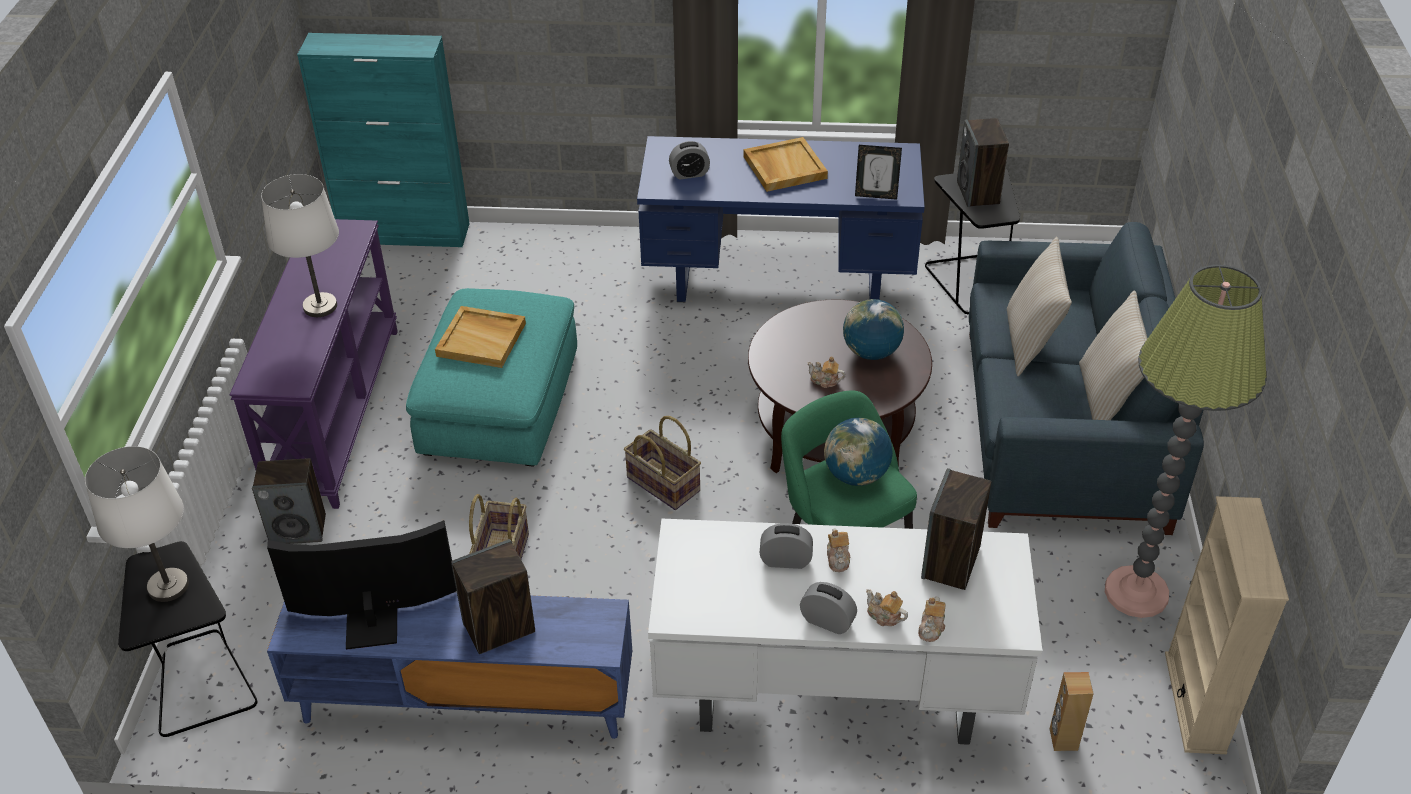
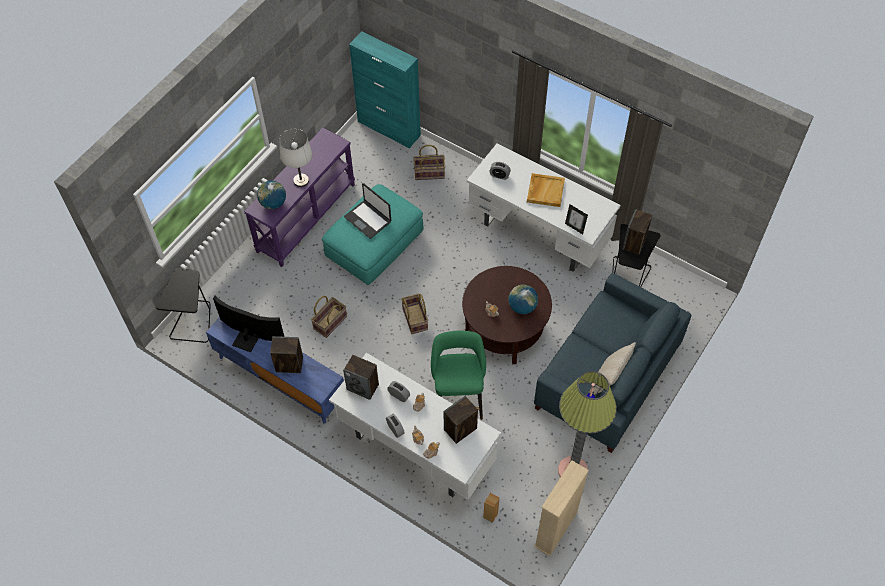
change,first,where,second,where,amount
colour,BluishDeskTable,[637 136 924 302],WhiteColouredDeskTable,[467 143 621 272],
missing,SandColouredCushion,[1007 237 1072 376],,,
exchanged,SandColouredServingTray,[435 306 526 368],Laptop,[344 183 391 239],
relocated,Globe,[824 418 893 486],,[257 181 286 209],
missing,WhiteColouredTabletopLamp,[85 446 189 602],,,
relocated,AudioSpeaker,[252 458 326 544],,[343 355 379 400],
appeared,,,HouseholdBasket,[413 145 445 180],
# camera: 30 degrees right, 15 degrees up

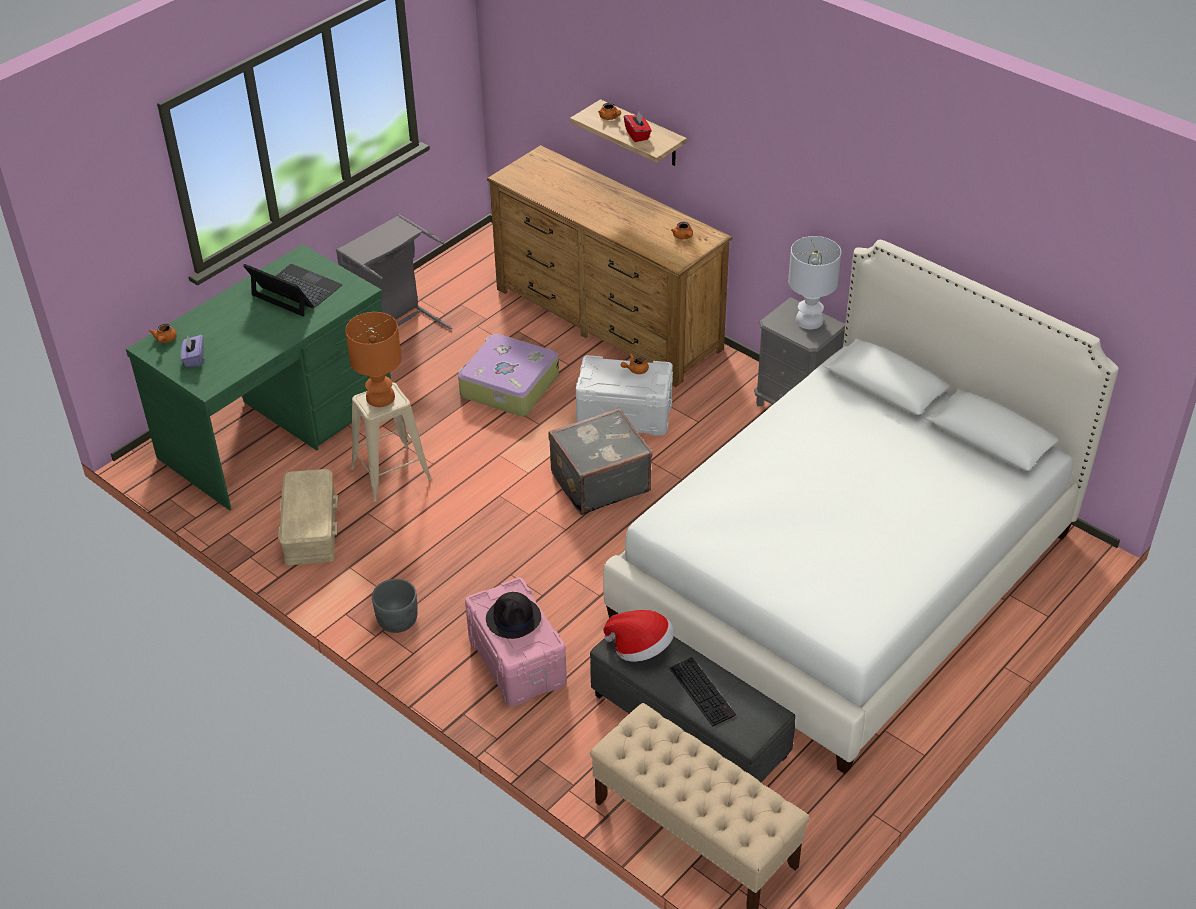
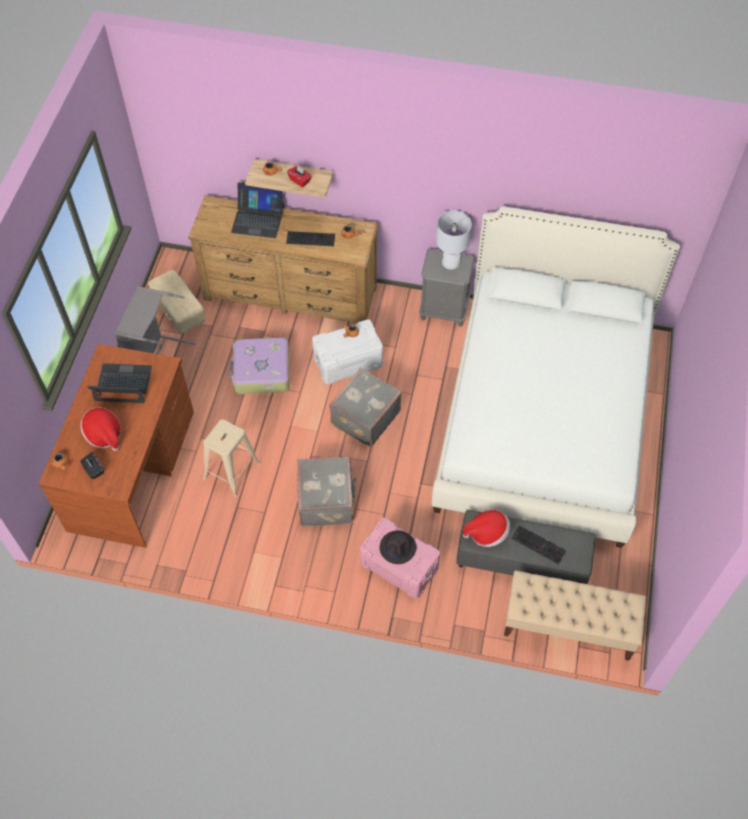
change,first,where,second,where,amount
colour,GreenDeskTable,[126 244 391 510],BrownColouredDeskTable,[39 344 194 548],
missing,OrangeColouredTabletopLamp,[345 312 402 407],,,
colour,PurplishBoxOfTissues,[181 335 204 367],BlackBoxOfTissues,[80 452 104 479],
relocated,SandColouredStorageBin,[278 469 338 565],,[148 270 206 334],
missing,GrayPlantPot,[372 579 418 633],,,
appeared,,,Laptop,[231 182 284 238],
appeared,,,Keyboard,[286 231 335 246],
appeared,,,Hat,[80 407 121 451],
appeared,,,GrayTravelCase,[297 457 356 527],
# camera: 30 degrees left, 15 degrees up

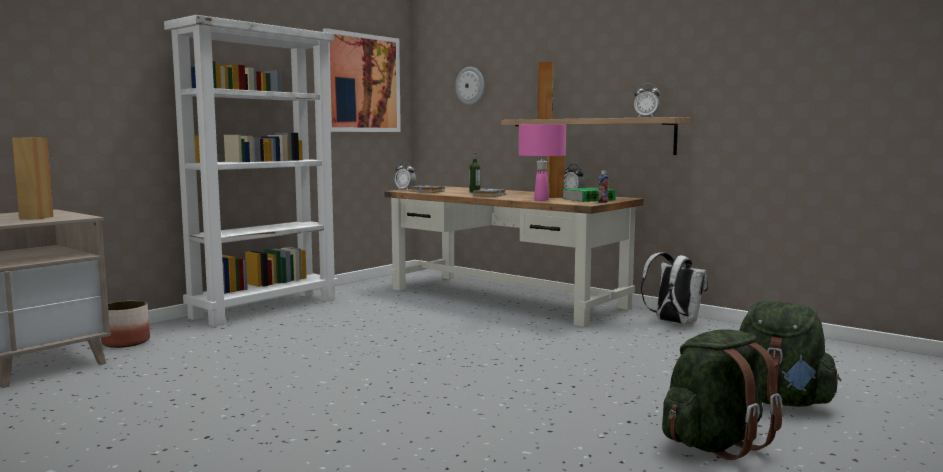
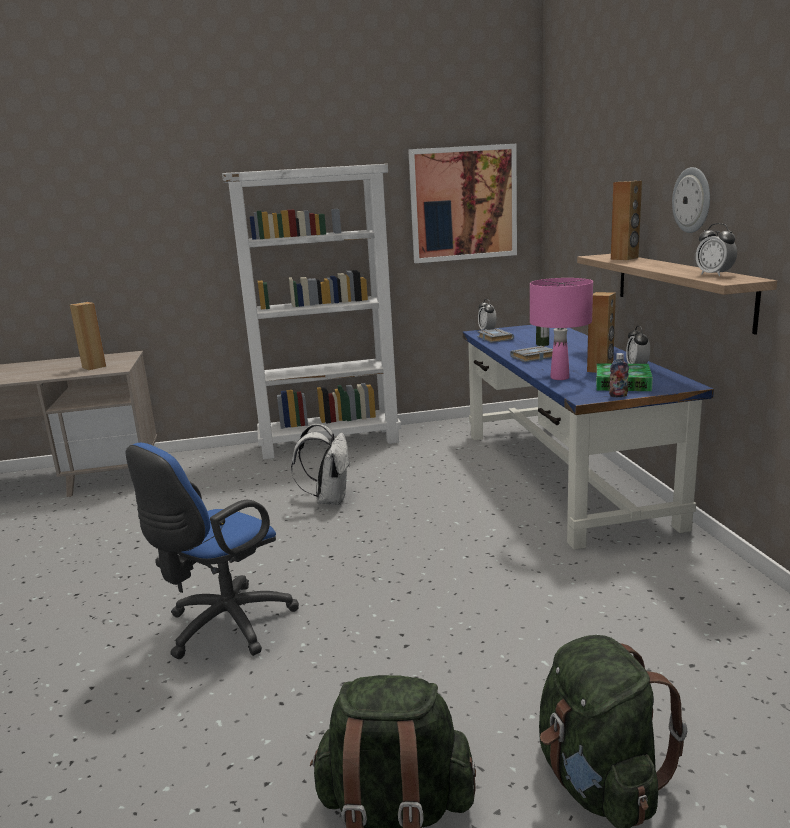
change,first,where,second,where,amount
relocated,HangingClock,[455 67 484 105],,[672 167 710 233],
colour,BrownColouredDeskTable,[384 186 644 327],BluishDeskTable,[462 325 714 550],
relocated,WhiteColouredRucksack,[641 252 708 324],,[291 424 350 505],
missing,PlantPot,[101 300 150 348],,,
appeared,,,BluishComputerChair,[126 443 299 659],
# camera: 40 degrees right, 10 degrees up

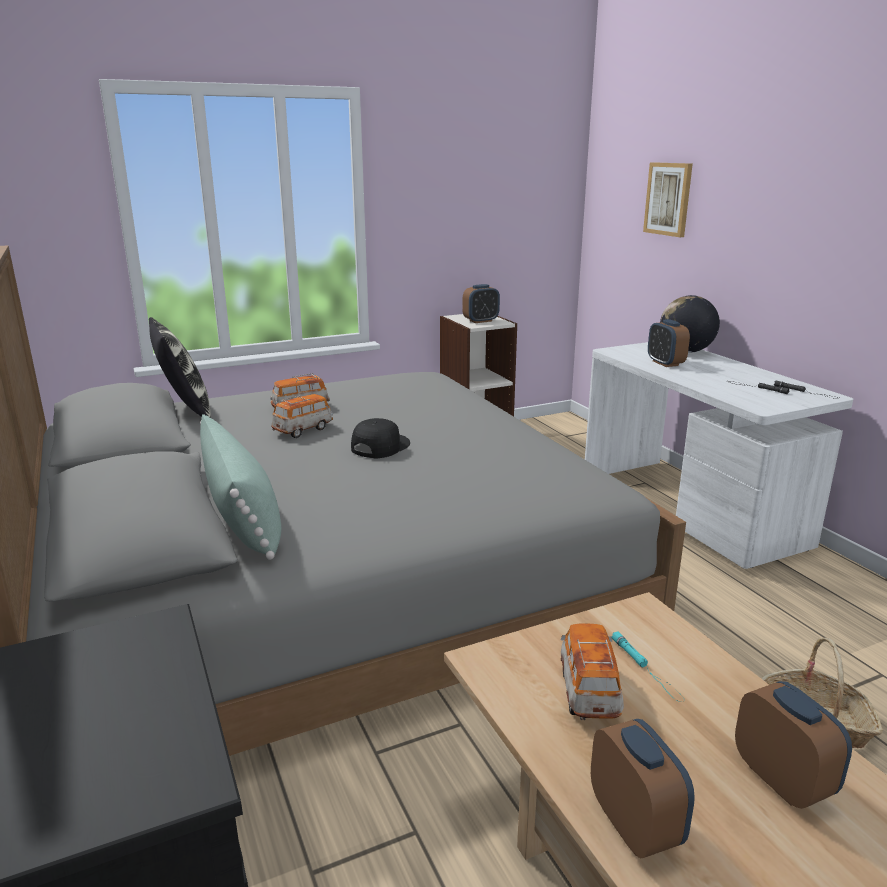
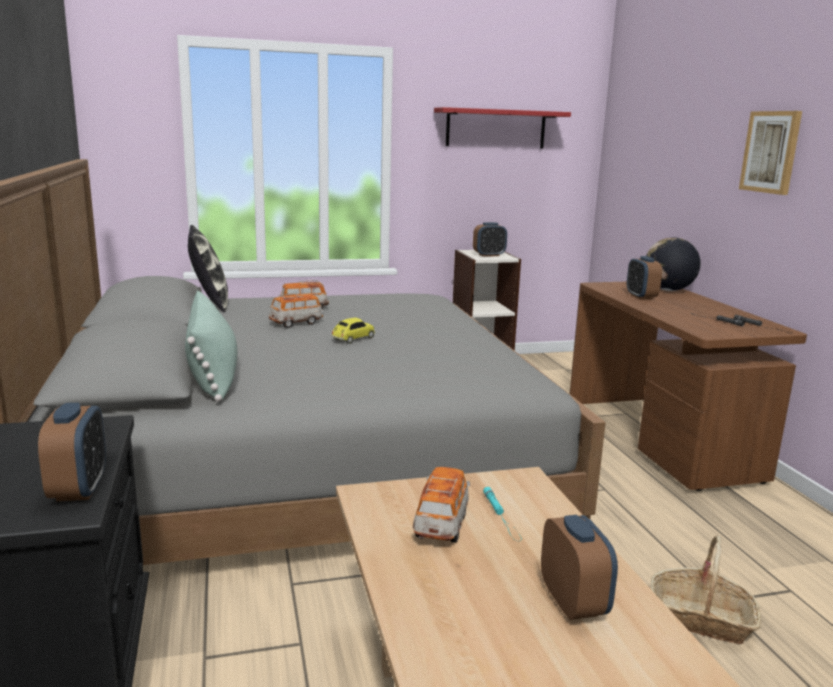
change,first,where,second,where,amount
relocated,WallArt,[643 162 693 237],,[739 111 802 195],
colour,WhiteColouredDeskTable,[585 342 853 569],BrownColouredDeskTable,[570 282 807 491],
exchanged,BlackPeakedCap,[351 418 410 458],ModelCar,[331 318 375 344],
relocated,TableClock,[591 719 695 858],,[38 403 106 501],
appeared,,,ReddishWallShelf,[434 107 571 148],
# camera: 10 degrees right, 5 degrees down

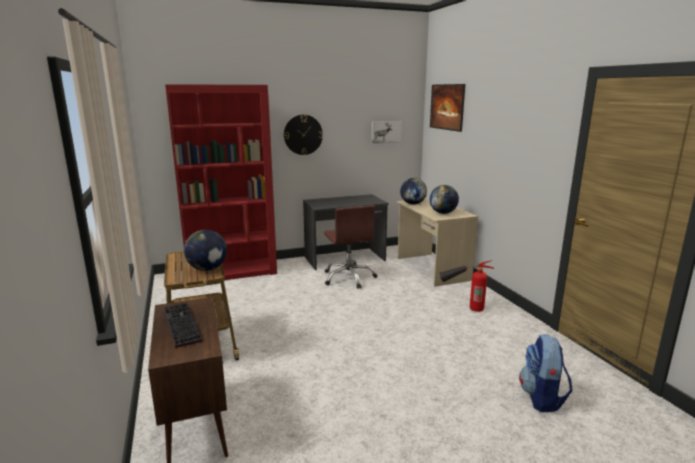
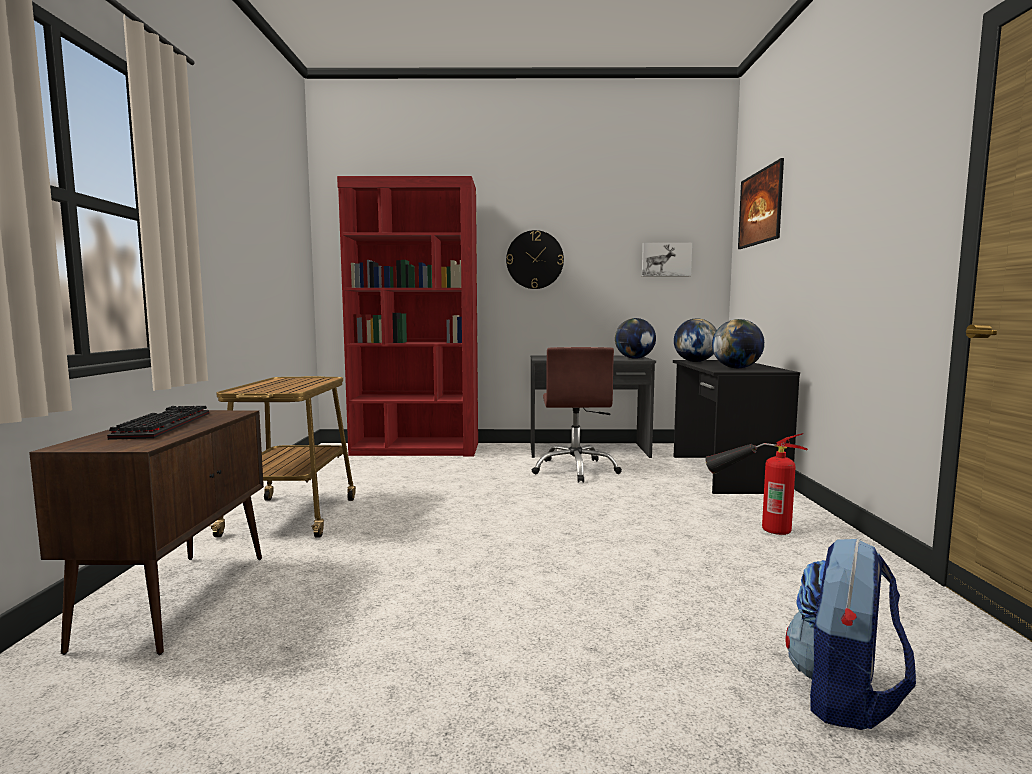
change,first,where,second,where,amount
colour,SandColouredDeskTable,[397 198 478 287],BlackDeskTable,[673 360 800 494],
relocated,Globe,[184 230 227 271],,[615 318 656 359],
# camera: 20 degrees right, 10 degrees down

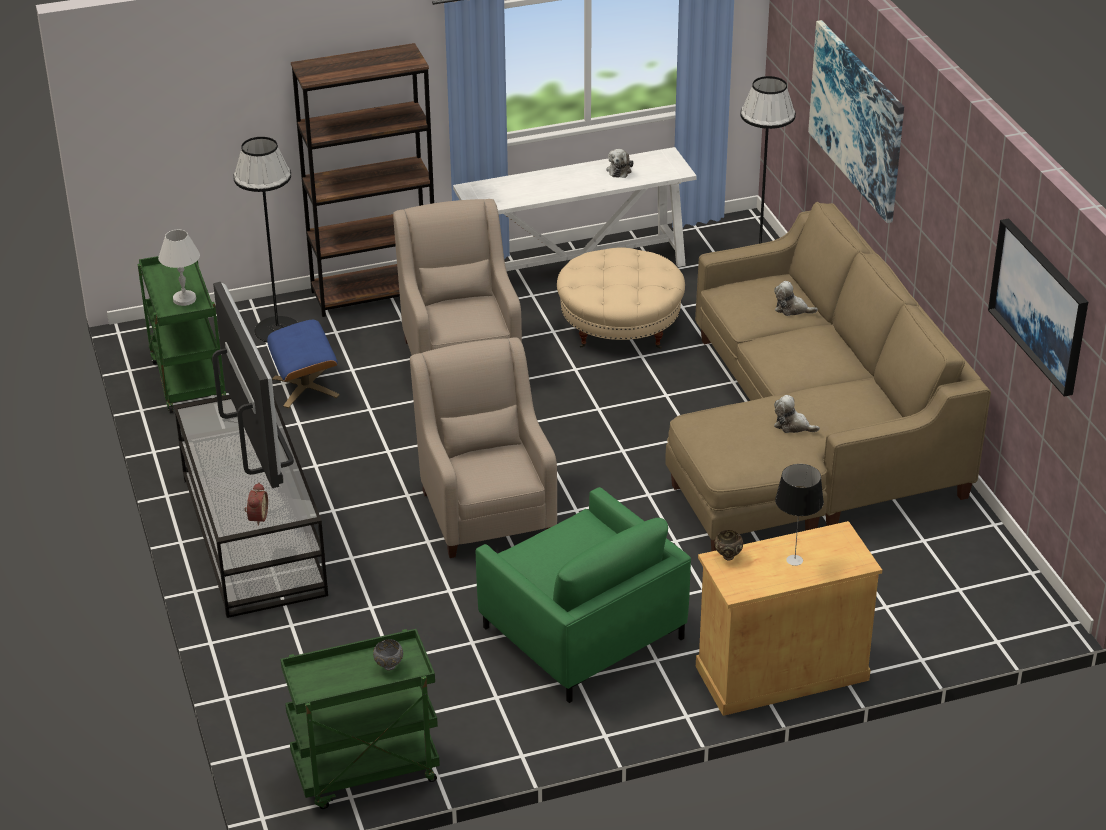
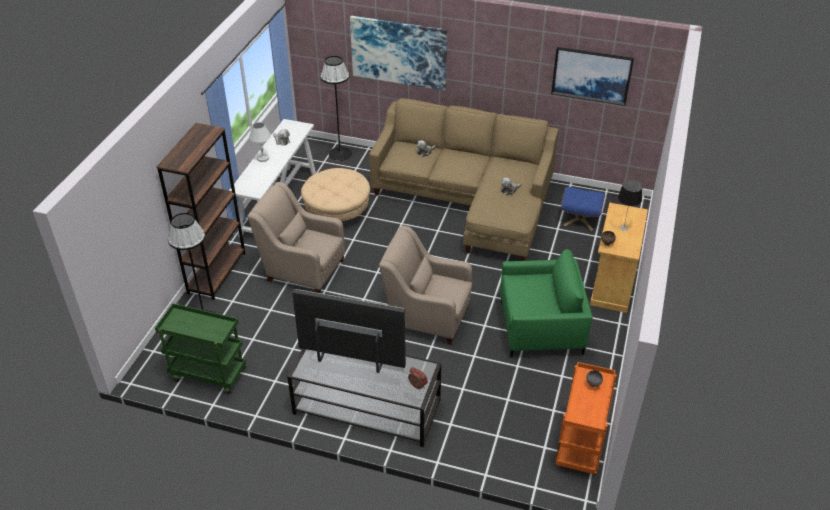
change,first,where,second,where,amount
relocated,WhiteColouredTabletopLamp,[158 230 200 306],,[249 122 271 162],
relocated,BluishFootrest,[267 320 340 408],,[561 187 606 231],
colour,GreenCart,[280 629 440 809],OrangeColouredCart,[556 362 617 474],
# camera: 55 degrees left, 5 degrees up

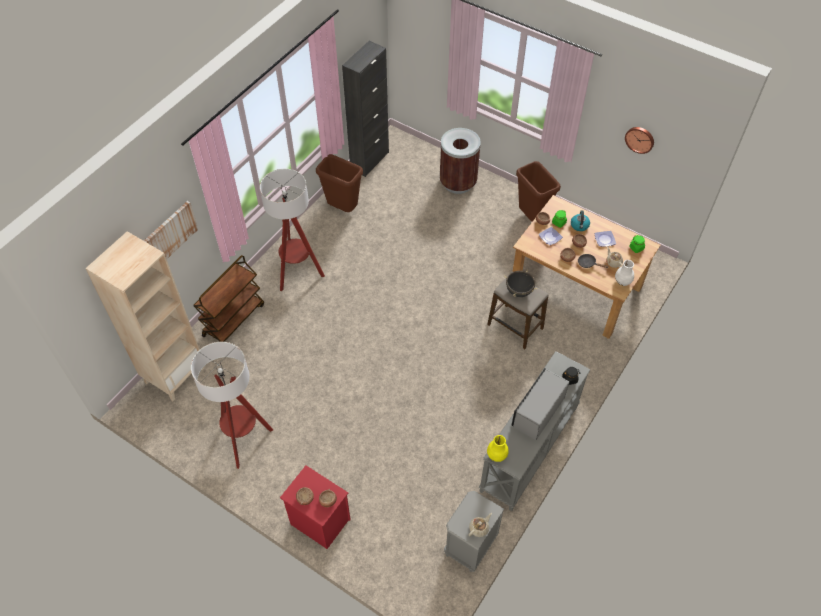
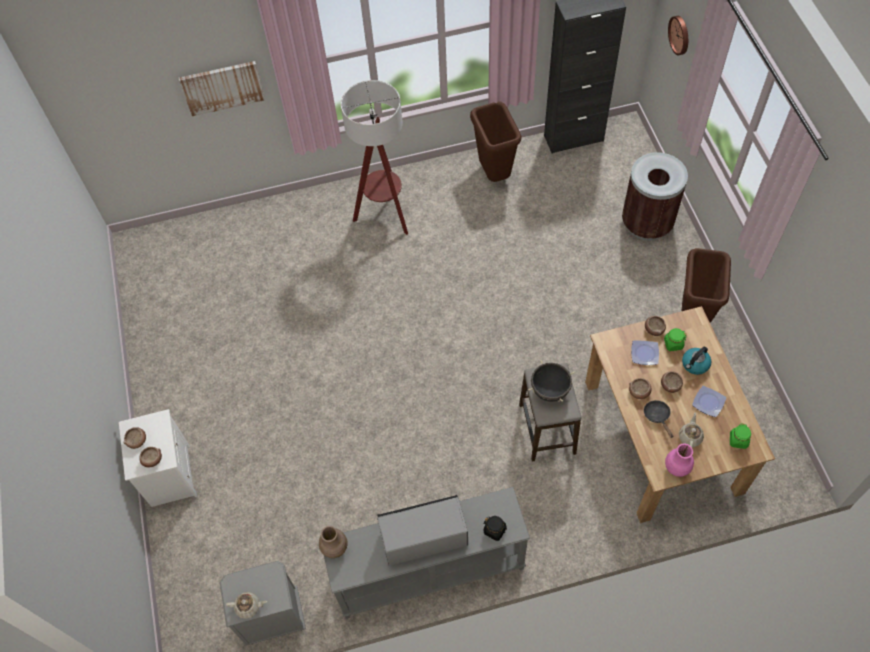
change,first,where,second,where,amount
relocated,HangingClock,[625 127 654 154],,[668 16 688 55],
missing,SandColouredBookcase,[85 231 204 401],,,
missing,BrownColouredCart,[193 255 264 342],,,
colour,WhiteColouredDecorativeVase,[615 260 634 286],PinkColouredDecorativeVase,[665 444 694 477],
missing,StandardLamp,[191 342 273 469],,,
colour,YellowishDecorativeVase,[487 435 509 462],BrownColouredDecorativeVase,[319 526 348 558],
colour,ReddishBedsideTable,[280 466 351 549],WhiteColouredBedsideTable,[119 409 197 507],
# camera: 45 degrees right, 5 degrees up

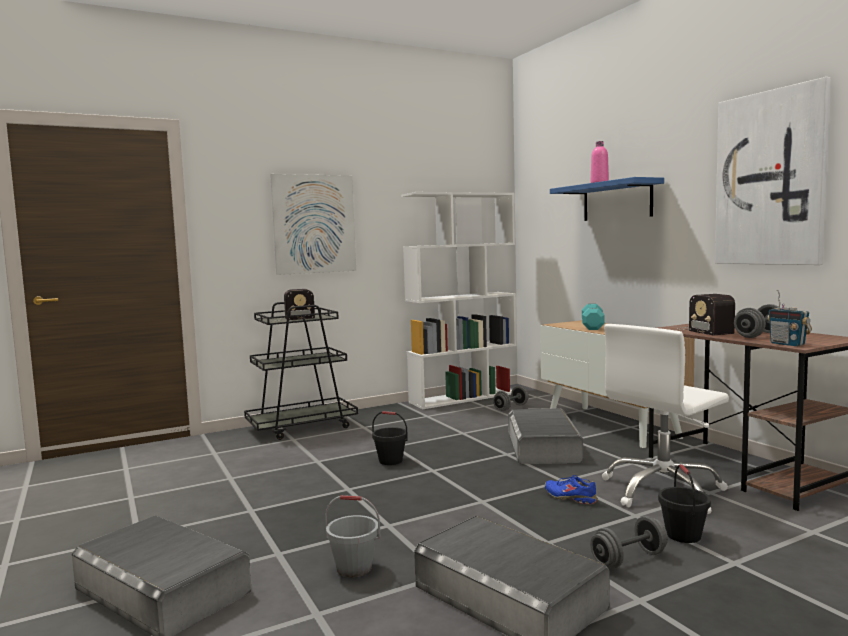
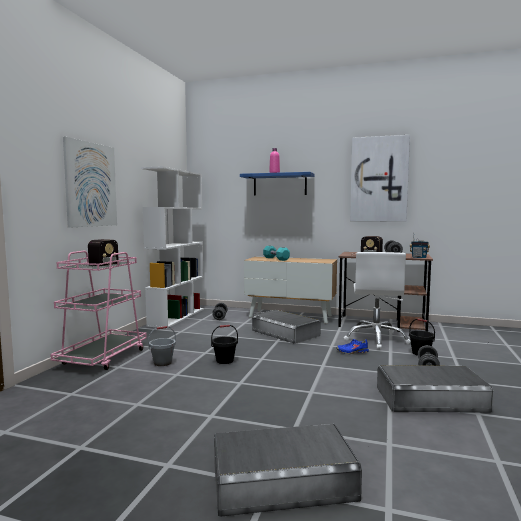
change,first,where,second,where,amount
colour,BlackCart,[244 302 358 440],PinkColouredCart,[50 251 147 370],
relocated,GrayBucket,[325 495 380 577],,[148 326 176 366],
# camera: 45 degrees left, 0 degrees up

